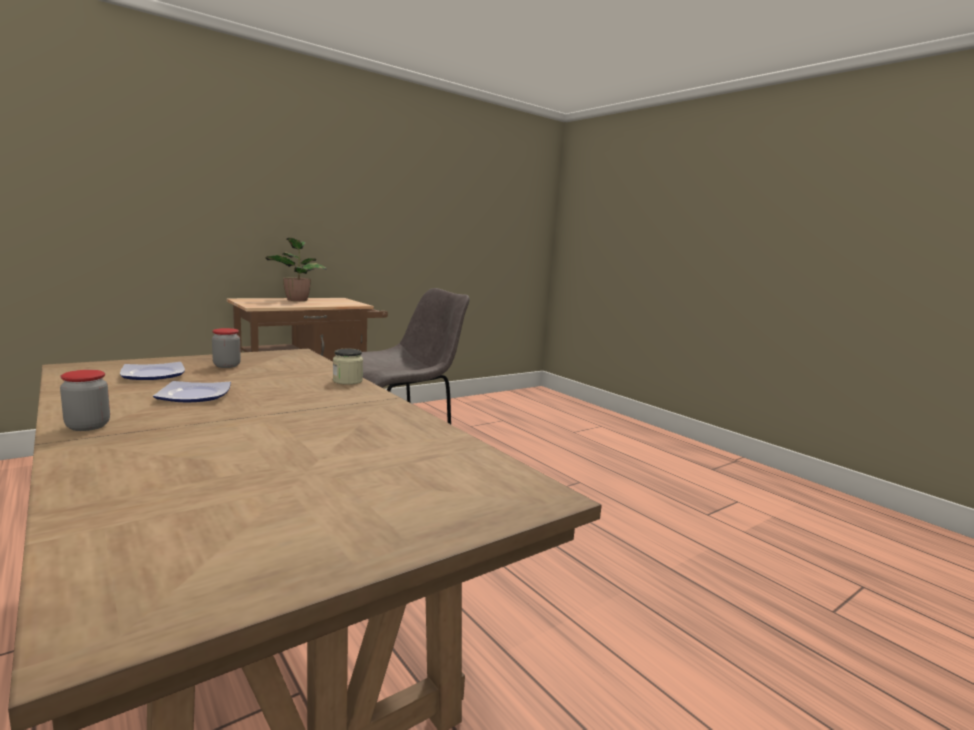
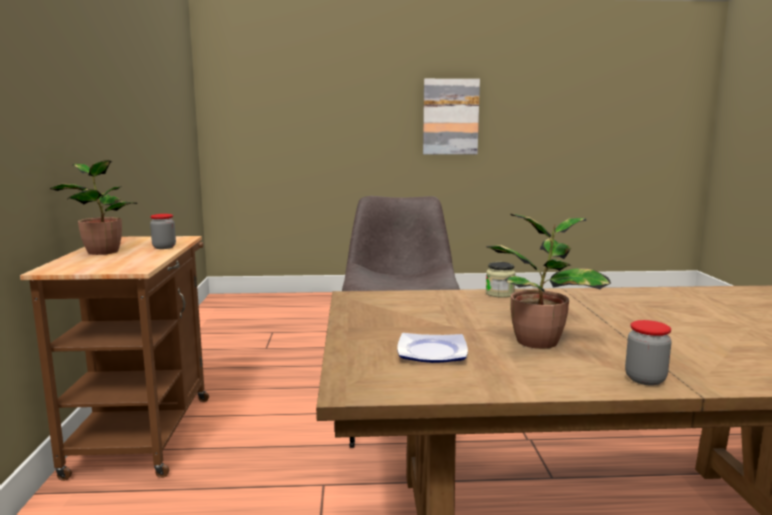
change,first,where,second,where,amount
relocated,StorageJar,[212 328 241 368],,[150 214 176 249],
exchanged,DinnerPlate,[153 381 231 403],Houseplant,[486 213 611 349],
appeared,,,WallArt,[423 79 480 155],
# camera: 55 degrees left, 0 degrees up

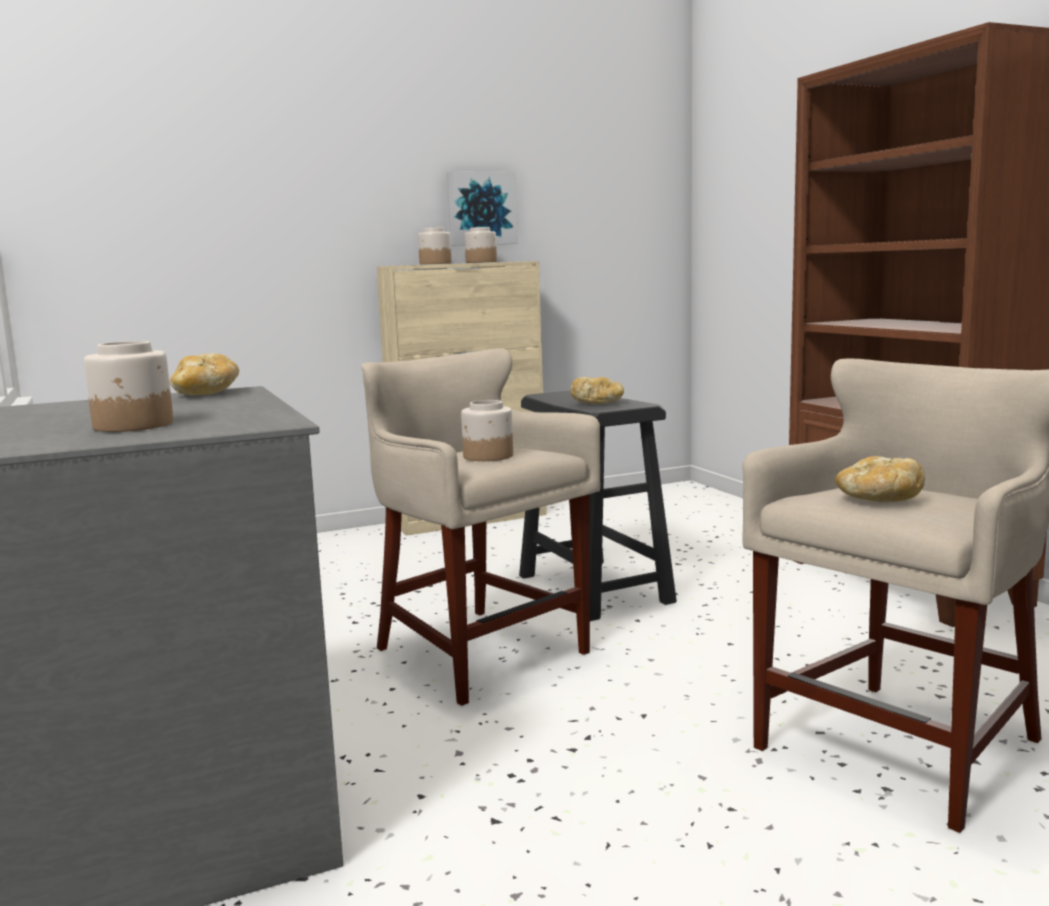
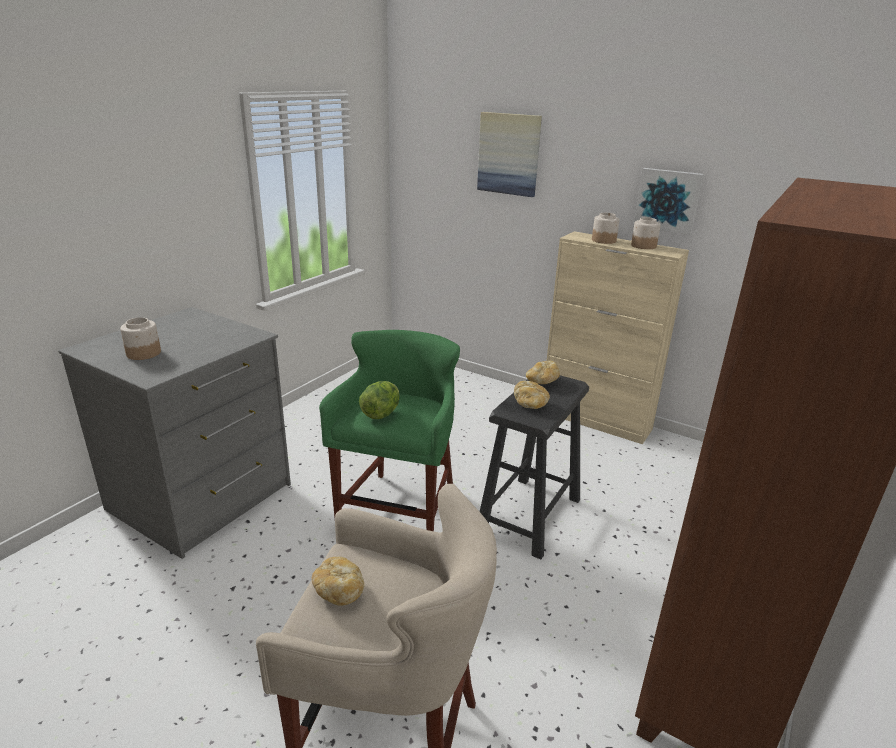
change,first,where,second,where,amount
colour,SandColouredStoolSeat,[361 348 600 706],GreenStoolSeat,[319 330 460 531],
relocated,Bread,[169 353 239 395],,[526 361 560 384],
exchanged,StorageJar,[461 400 513 461],LettuceHead,[359 381 400 419],
appeared,,,WallArt,[477 112 542 197],
# camera: 55 degrees right, 15 degrees up

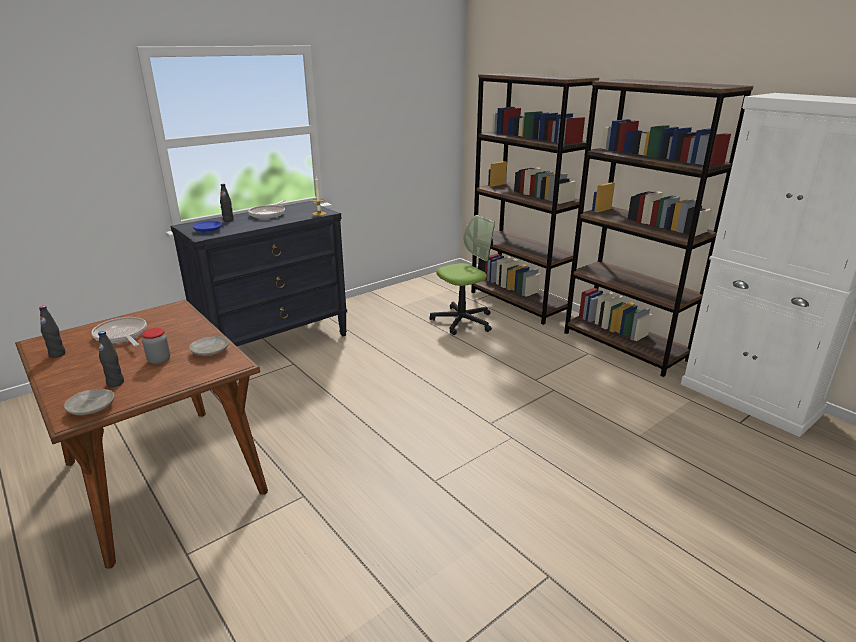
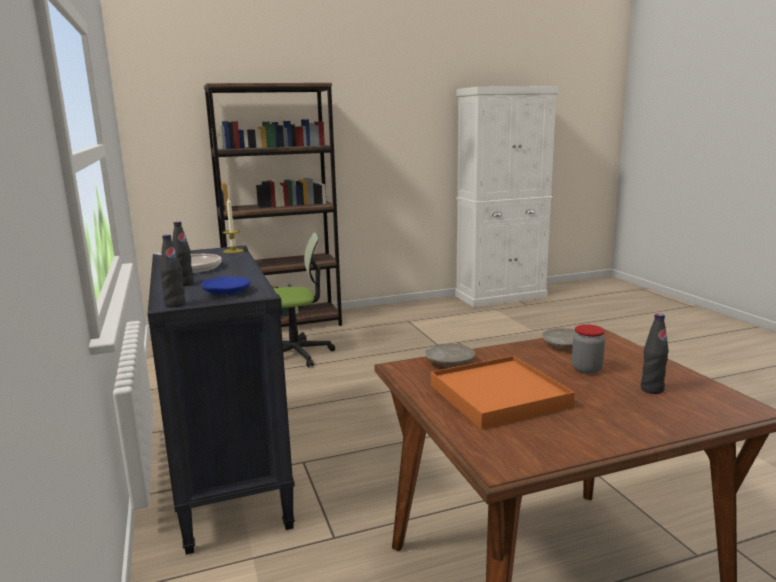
change,first,where,second,where,amount
missing,BrownColouredBookcase,[564 79 753 377],,,
spun,ComputerChair,[429 215 495 335],,[273 232 335 367],90 degrees clockwise
relocated,BlackBeverageBottle,[39 306 65 358],,[160 234 186 307],
exchanged,Pan,[91 317 147 346],OrangeColouredServingTray,[431 356 575 429],
relocated,SandColouredDinnerPlate,[64 389 114 415],,[425 344 475 367],
# camera: 70 degrees left, 10 degrees down

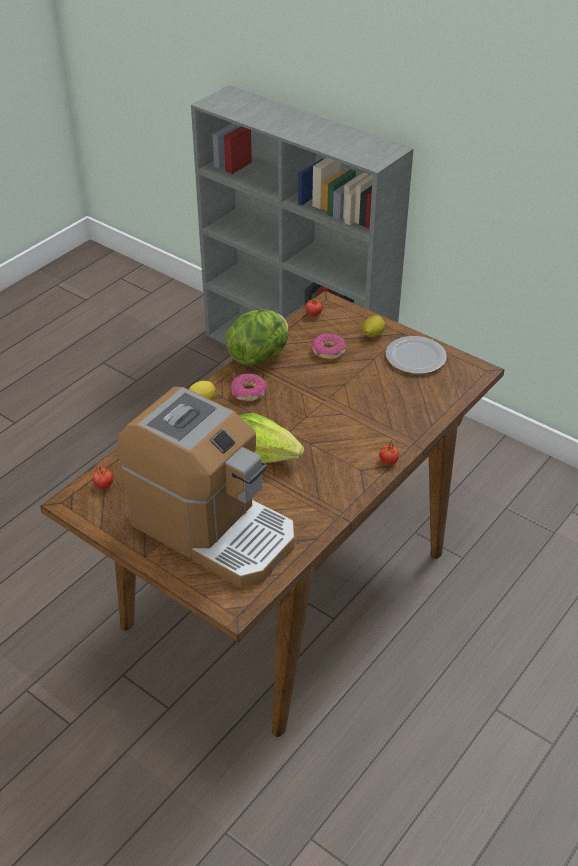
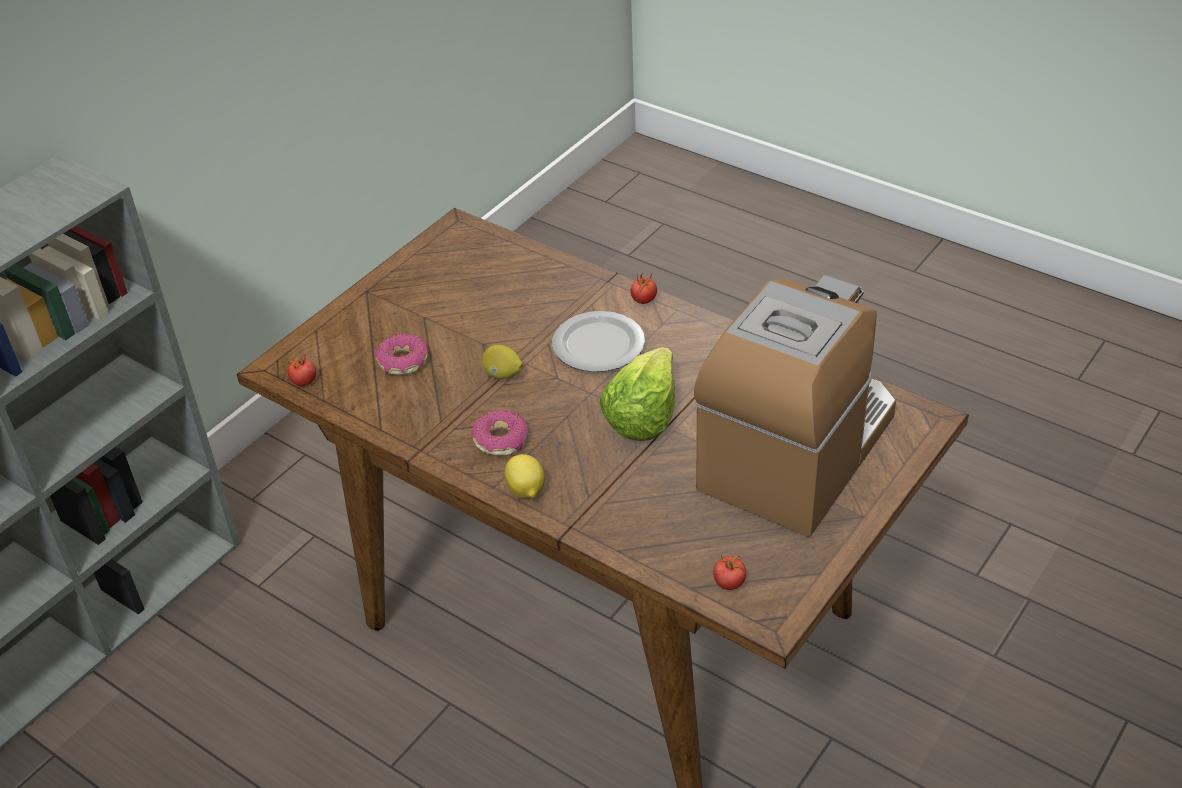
change,first,where,second,where,amount
missing,LettuceHead,[225 309 289 366],,,
relocated,WholeLemon,[363 315 385 338],,[482 345 523 379],
relocated,DinnerPlate,[386 336 447 374],,[552 311 645 372],
# camera: 90 degrees left, 0 degrees up

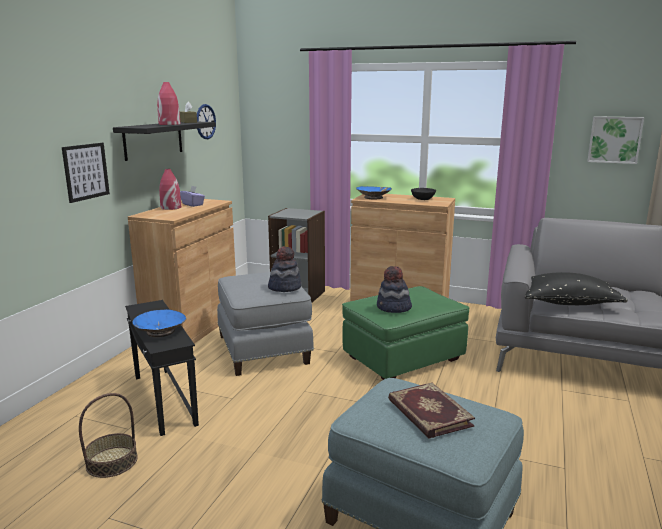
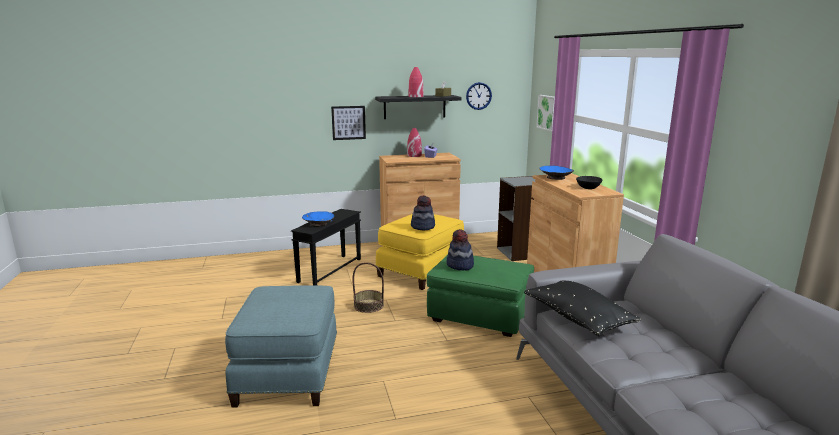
change,first,where,second,where,amount
relocated,WallArt,[587 116 644 164],,[536 95 555 132],
colour,GrayFootrest,[217 272 314 376],YellowishFootrest,[376 214 464 290],
missing,BoundBook,[388 383 475 439],,,
relocated,HouseholdBasket,[79 393 138 478],,[352 262 384 313],
# camera: 55 degrees right, 0 degrees up

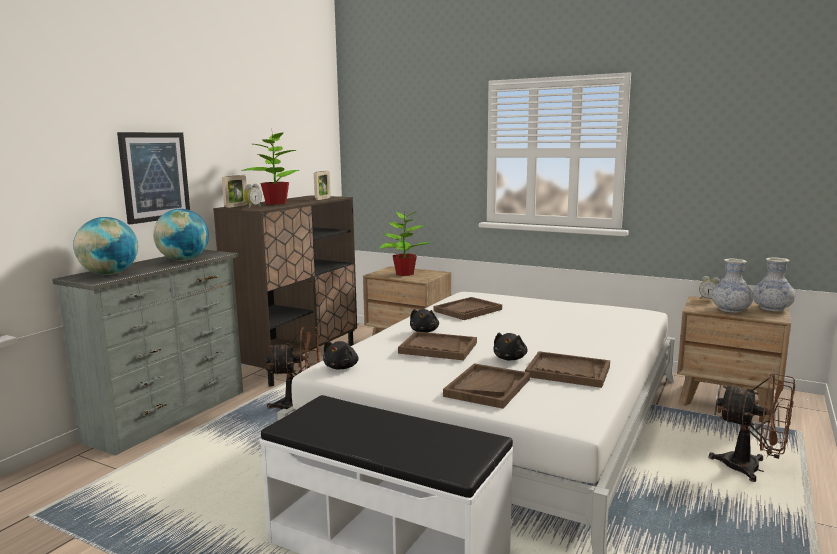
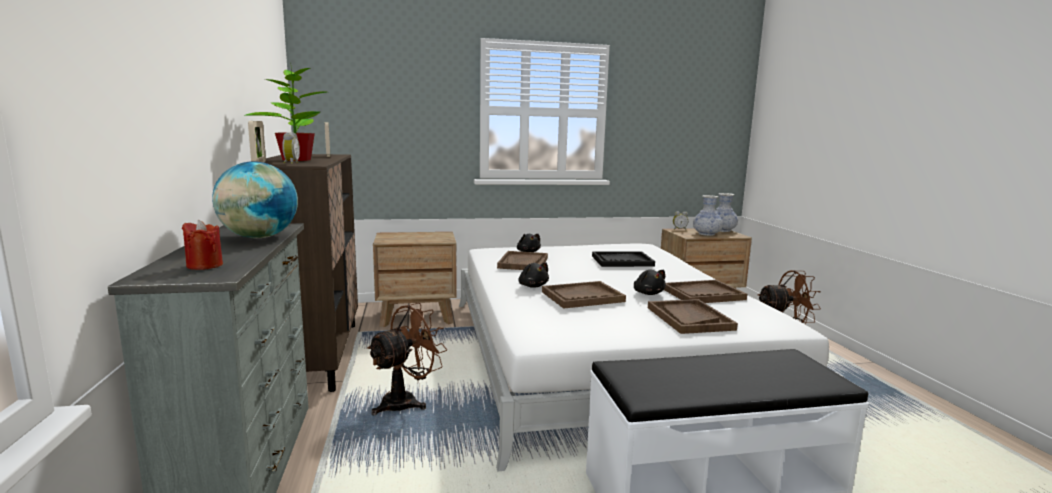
change,first,where,second,where,amount
missing,WallArt,[117 132 190 224],,,
missing,Houseplant,[379 211 431 276],,,
exchanged,Globe,[73 217 138 275],ReddishWaxLight,[182 220 223 270],
relocated,BlackPlushToy,[323 341 359 369],,[517 234 541 252],
appeared,,,BlackServingTray,[592 251 655 267],
# camera: 40 degrees left, 0 degrees up

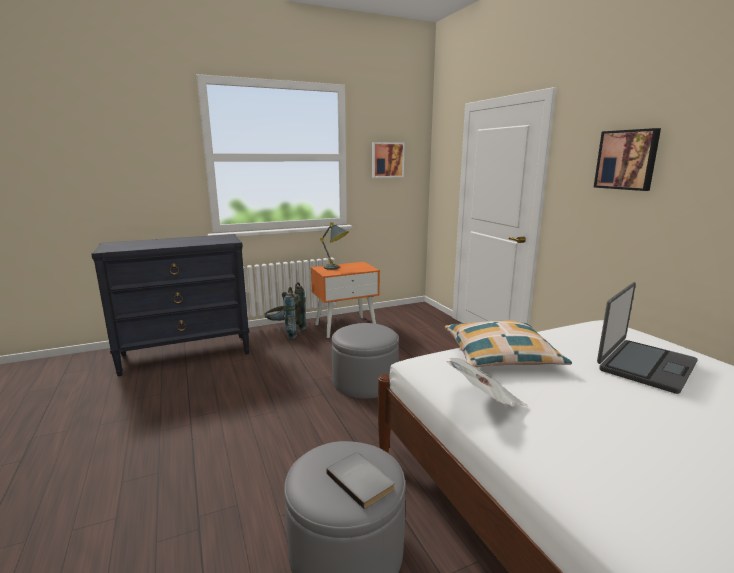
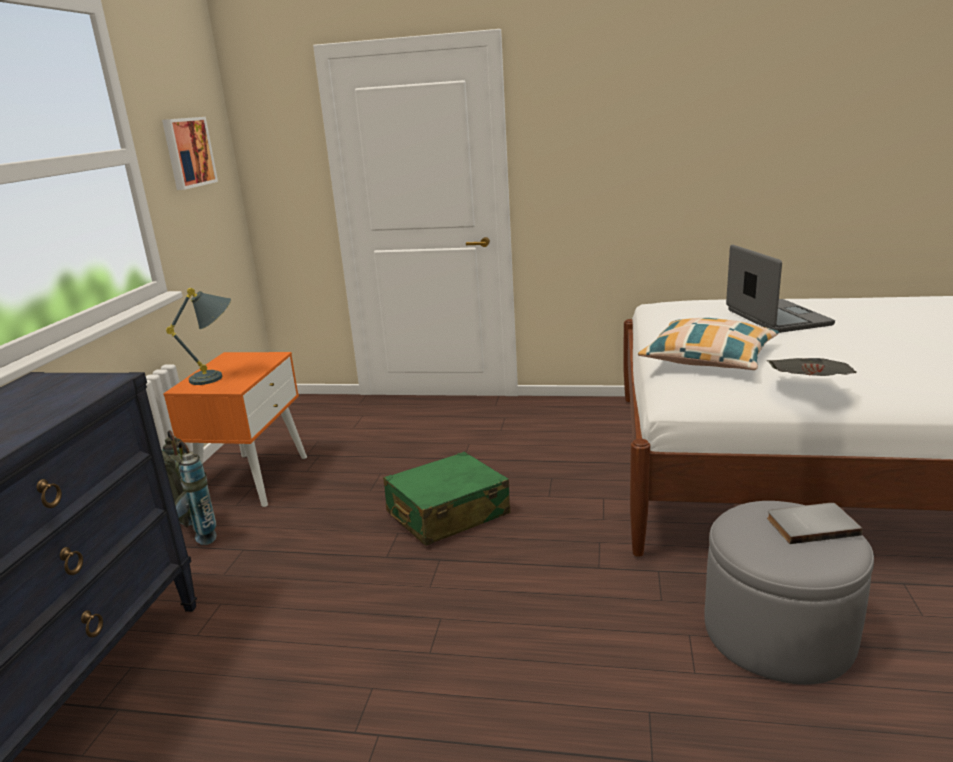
change,first,where,second,where,amount
missing,WallArt,[594 128 661 191],,,
exchanged,GrayFootrest,[332 323 399 399],GreenTravelCase,[383 452 510 546],
# camera: 55 degrees left, 5 degrees up

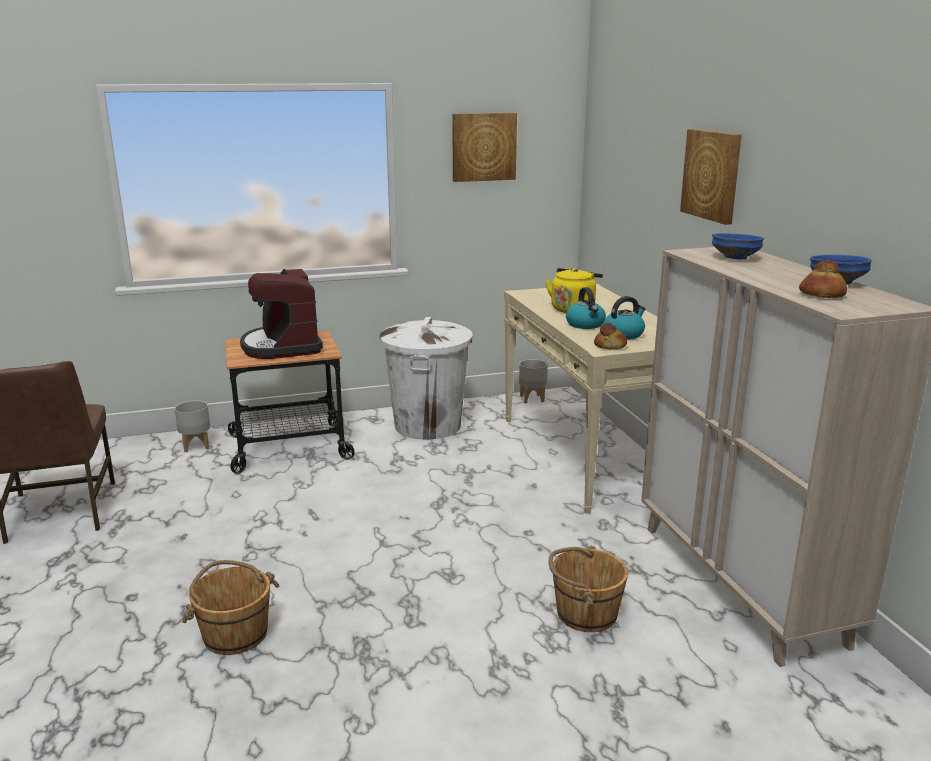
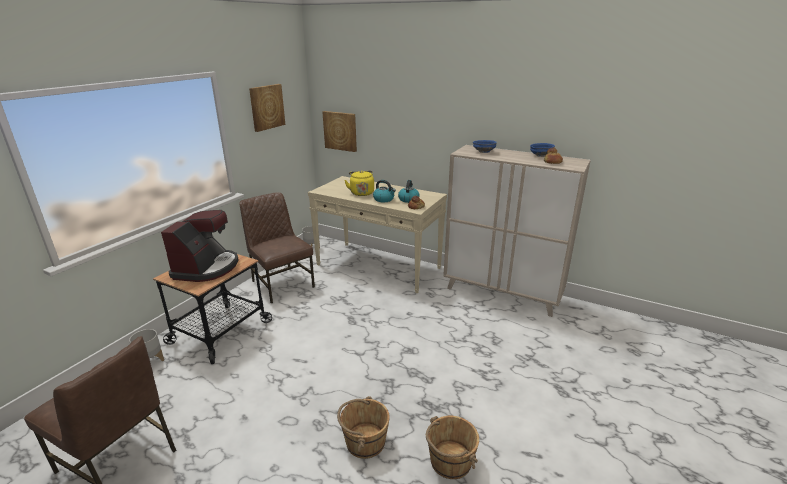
change,first,where,second,where,amount
relocated,WallArt,[680 129 742 225],,[322 111 357 152],
spun,CoffeeBrewer,[240 269 323 359],,[161 210 239 282],105 degrees counterclockwise
exchanged,WhiteColouredWasteBin,[380 317 472 439],BrownColouredPlainChair,[239 192 315 303],
relocated,BrownColouredBucket,[549 546 628 632],,[426 416 479 479],
# camera: 45 degrees left, 5 degrees up

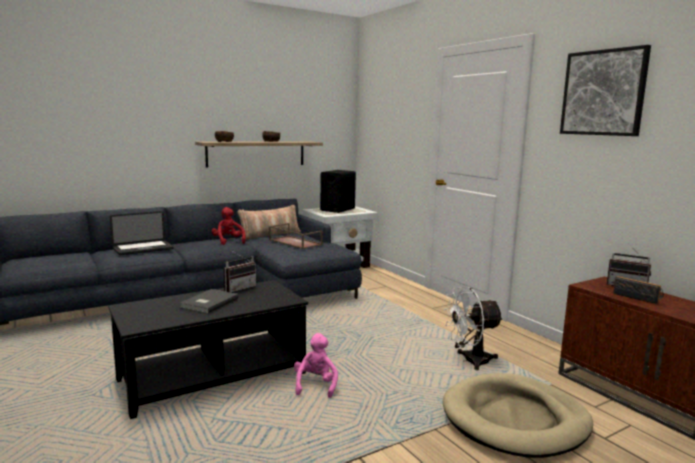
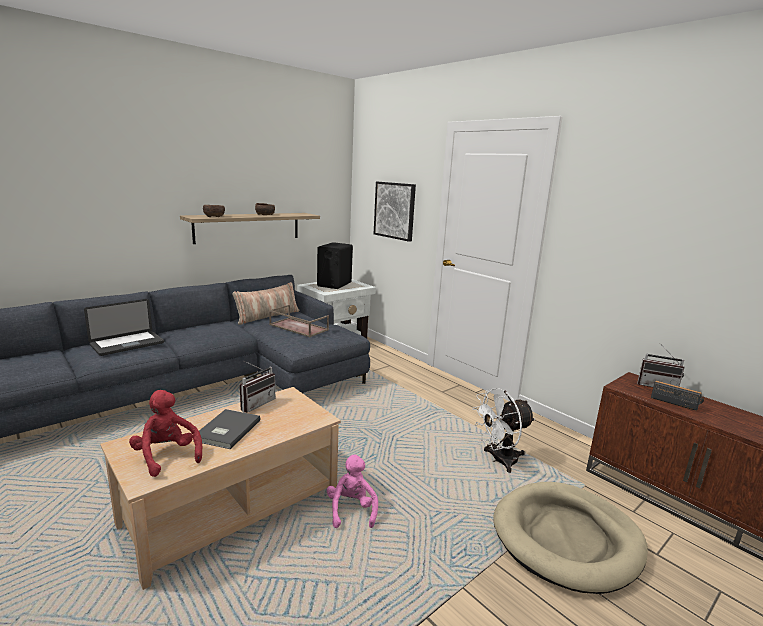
change,first,where,second,where,amount
relocated,WallArt,[560 45 651 136],,[374 182 416 242],
relocated,ReddishPlushToy,[211 207 246 245],,[129 390 202 477],
colour,BlackLowTable,[108 280 308 419],SandColouredLowTable,[100 387 341 590],
# camera: 10 degrees left, 5 degrees up

